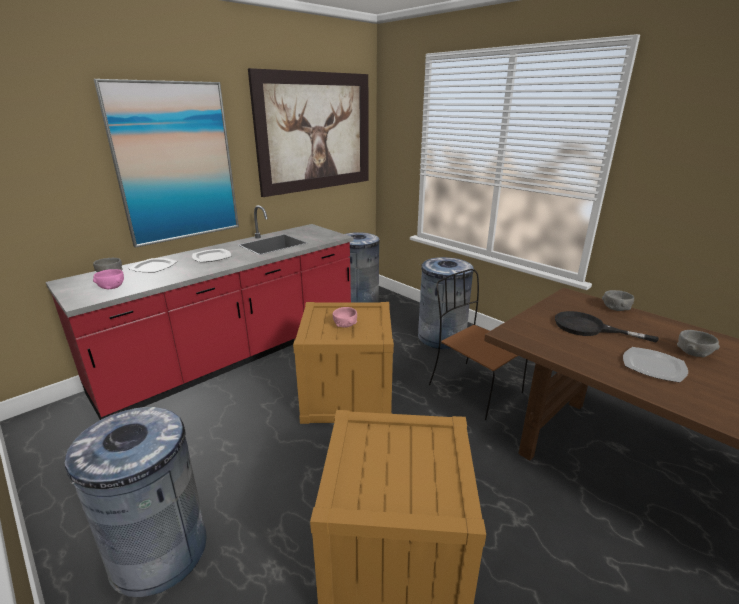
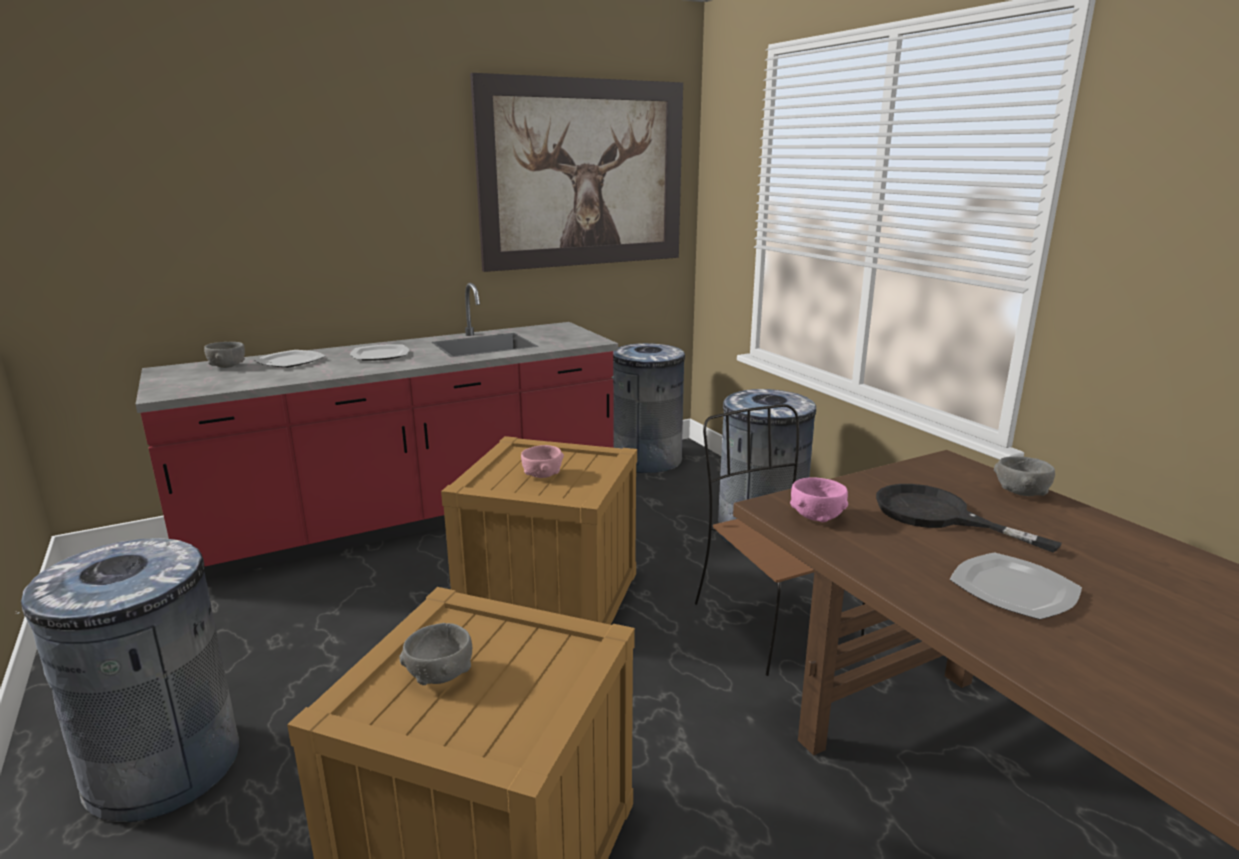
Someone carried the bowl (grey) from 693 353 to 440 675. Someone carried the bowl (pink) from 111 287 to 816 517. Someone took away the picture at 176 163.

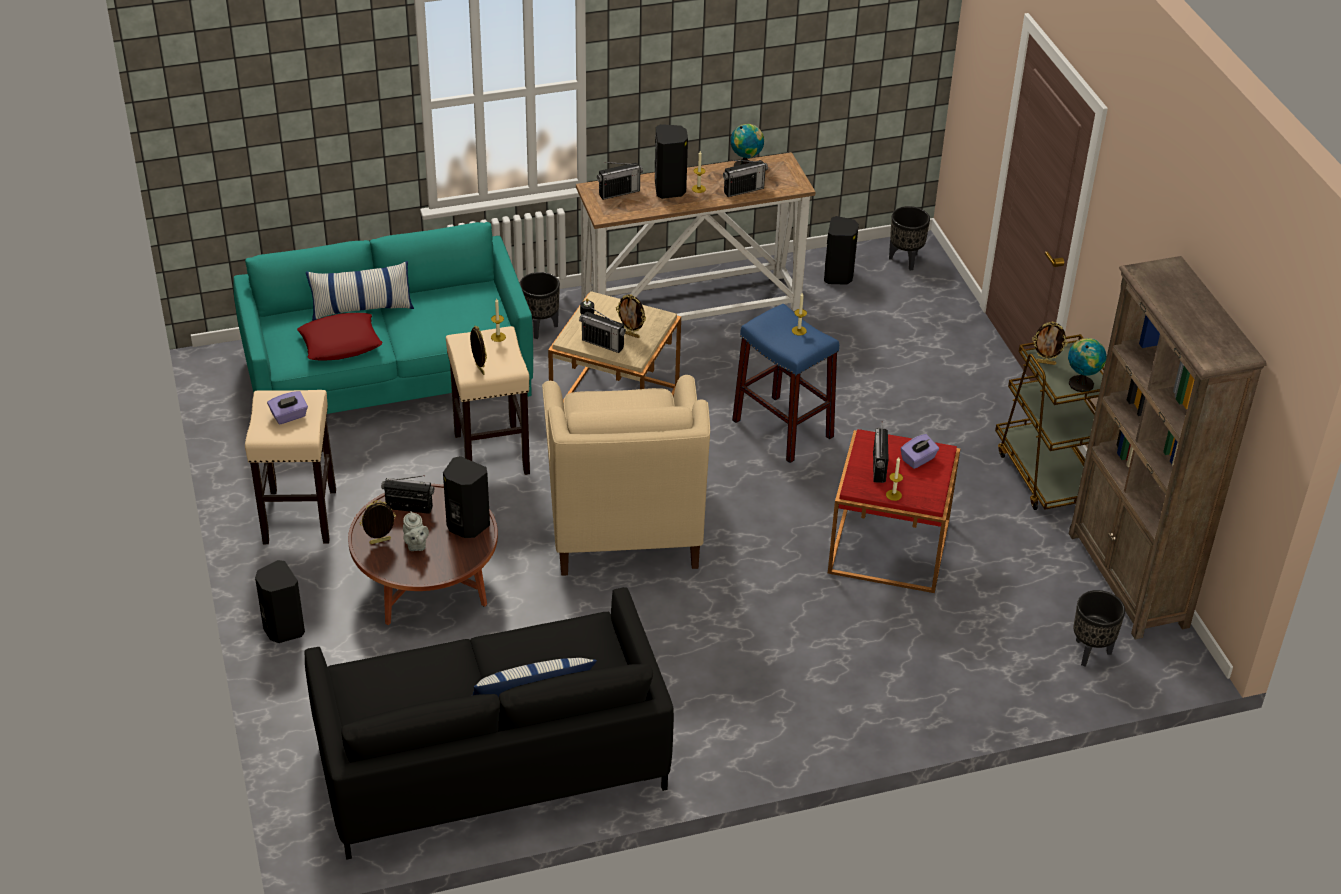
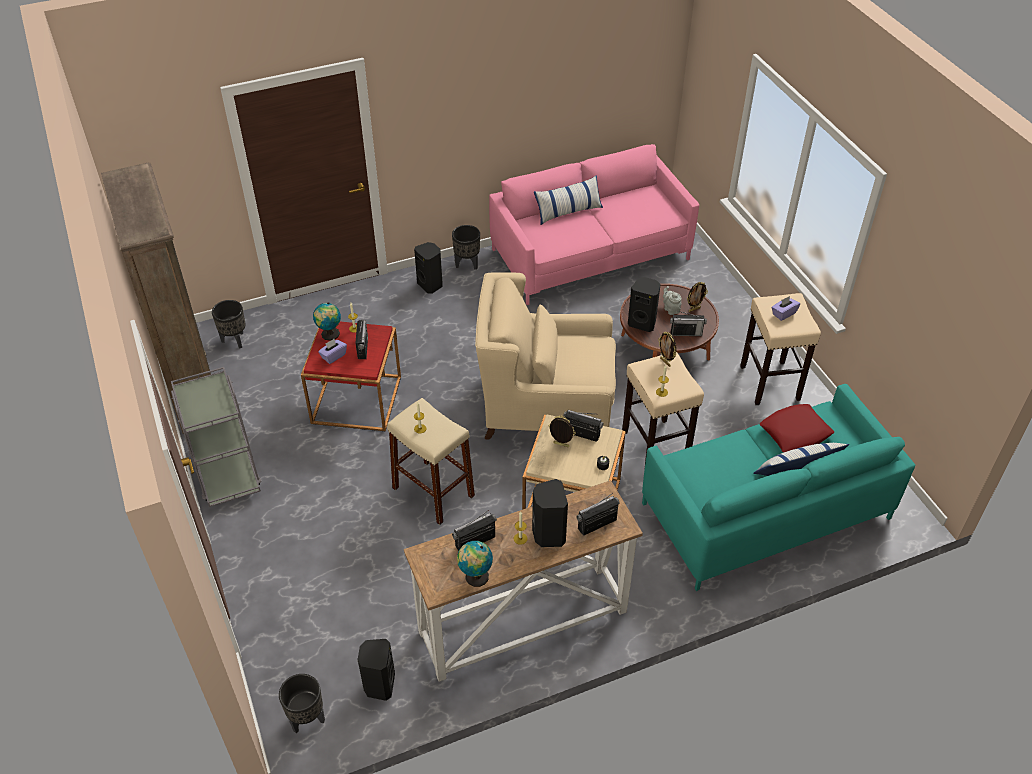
Someone repainted the cart (brown) at 1047 474, which became the cart (grey) at 226 470. Someone carried the globe from 1081 383 to 329 335. Someone repainted the stool (blue) at 782 429, which became the stool (beige) at 433 491. Someone carried the speaker (black) from 282 629 to 431 285. Someone carried the planter (black) from 540 328 to 467 264. Someone rotated the armchair (beige) at 623 515 by 75 degrees counterclockwise. Someone repainted the sofa (black) at 491 760, which became the sofa (pink) at 590 255. Someone took away the picture frame at 1045 362.

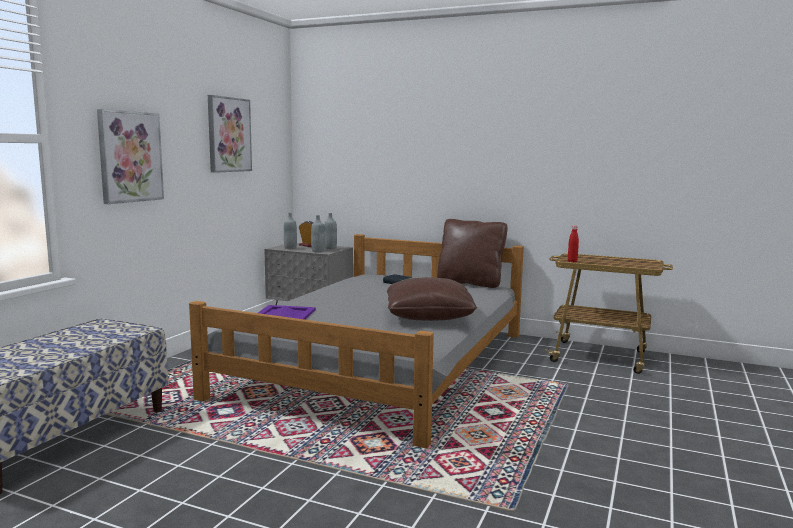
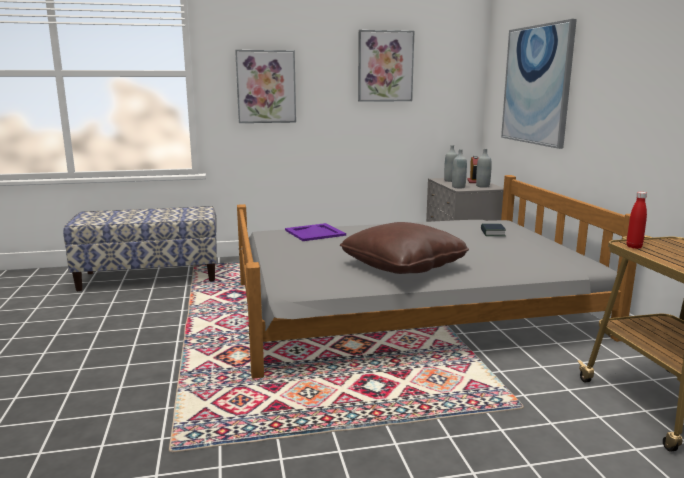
Someone put up the picture at 536 85. Someone took away the pillow (brown) at 470 283.

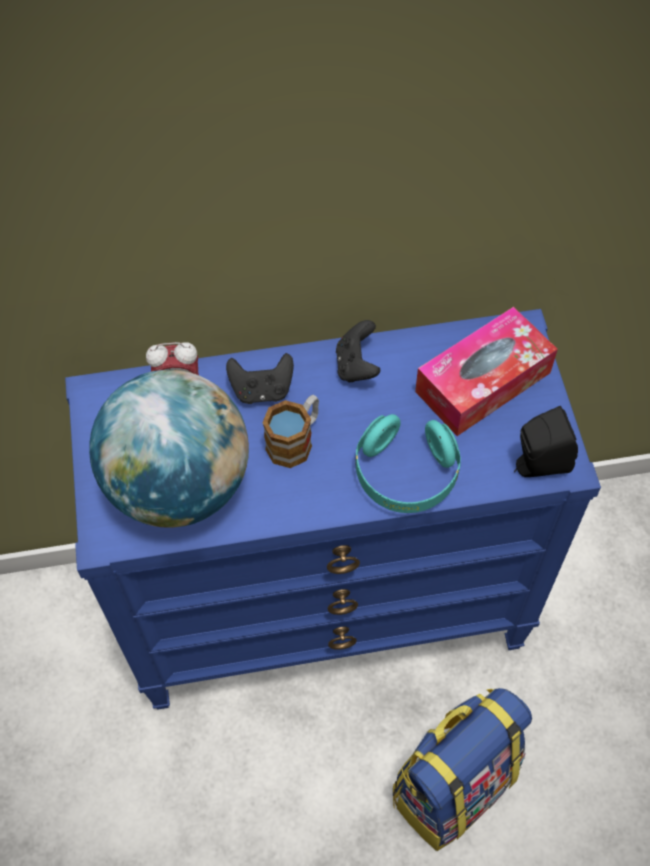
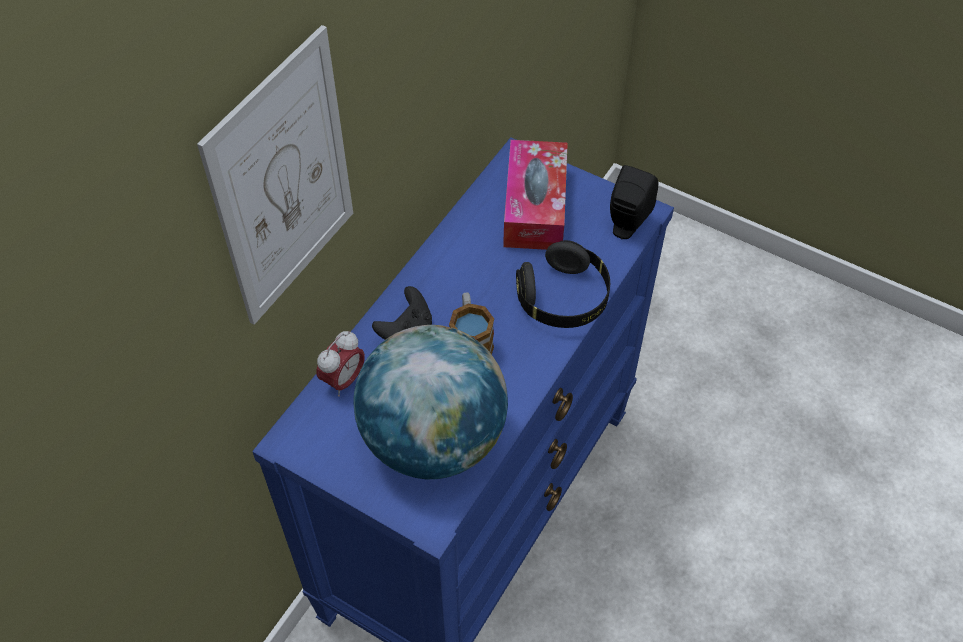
Someone put up the picture at 283 182. Someone repainted the headphones (turquoise) at 405 475, which became the headphones (black) at 563 299. Someone took away the game controller (black) at 356 365. Someone took away the backpack at 452 784.

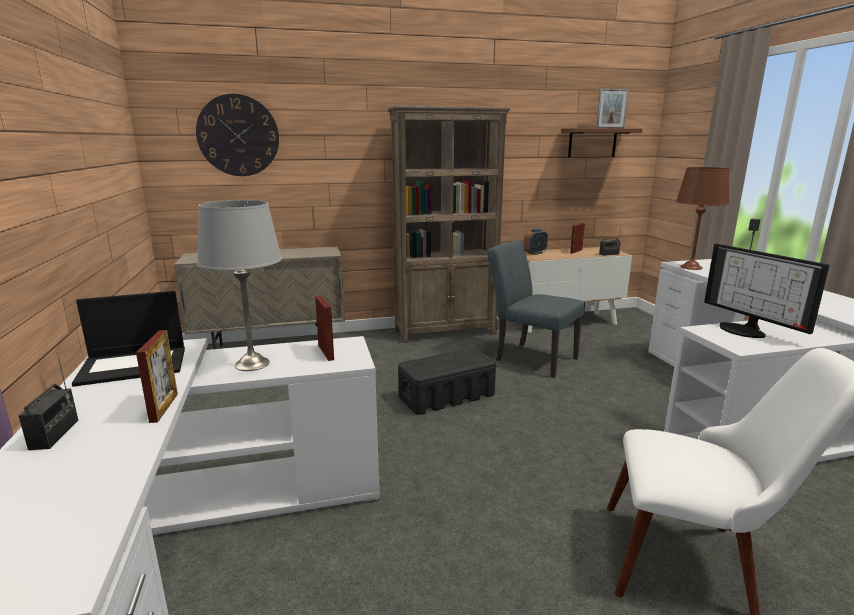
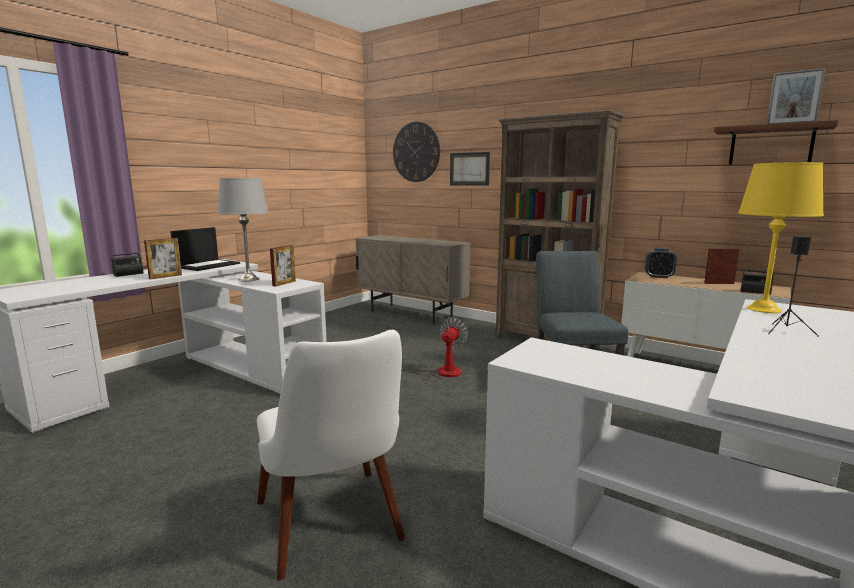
Someone rotated the laptop at 135 365 by 90 degrees counterclockwise. Someone swapped the storage box (black) at 446 396 for the fan at 440 373. Someone put up the picture at 469 169. Someone repainted the table lamp (brown) at 691 267, which became the table lamp (yellow) at 763 309. Someone took away the monitor at 745 330.

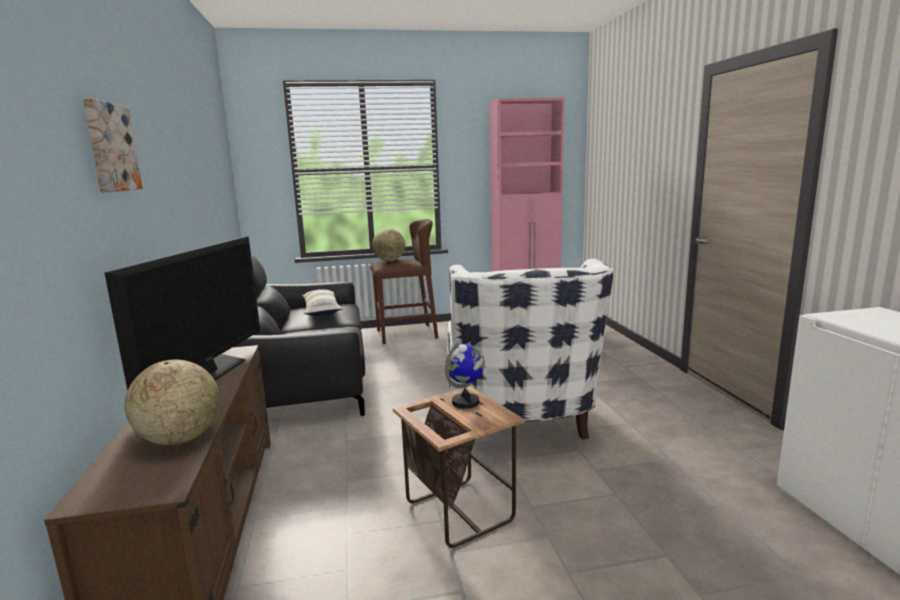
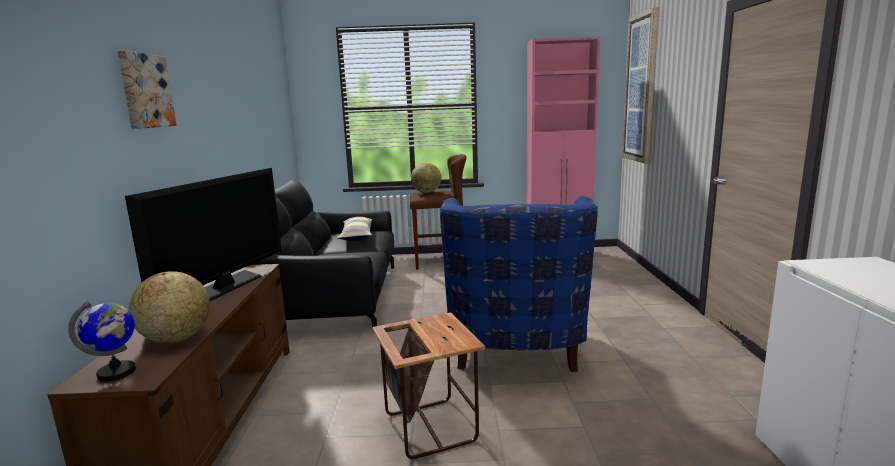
Someone carried the globe from 466 402 to 117 373. Someone repainted the armchair (white) at 520 426, which became the armchair (blue) at 515 354. Someone put up the picture at 641 88.

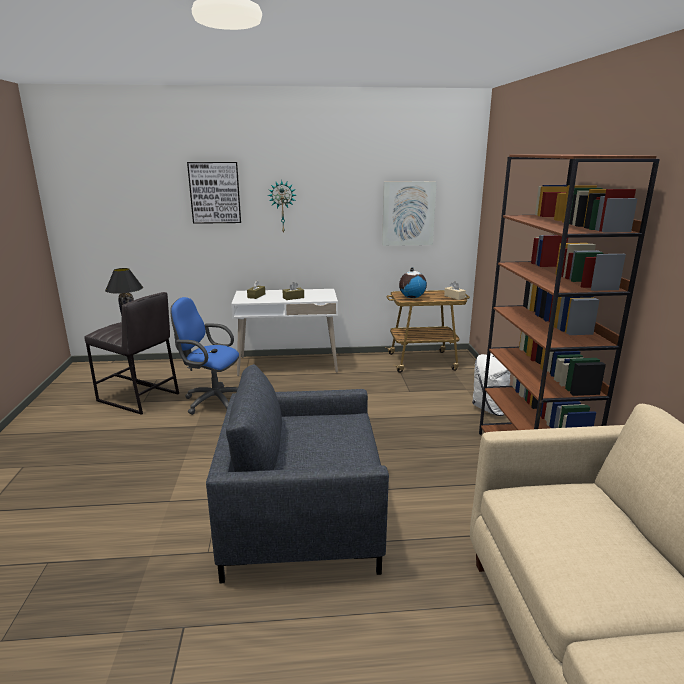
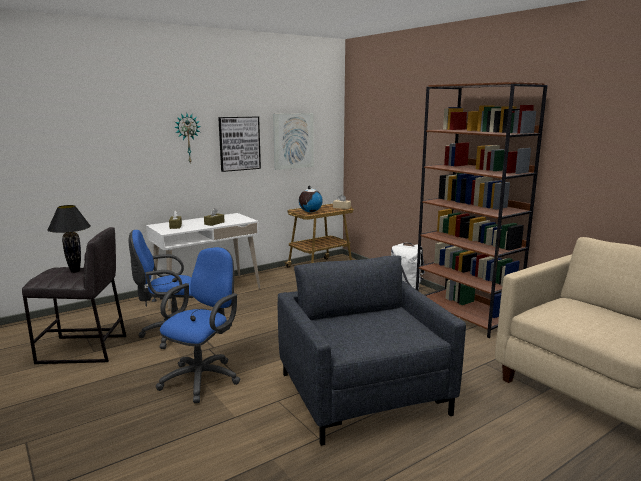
Someone put down the office chair (blue) at 203 378. Someone carried the picture from 215 193 to 239 143. Someone rotated the armchair (grey) at 301 520 by 105 degrees clockwise.

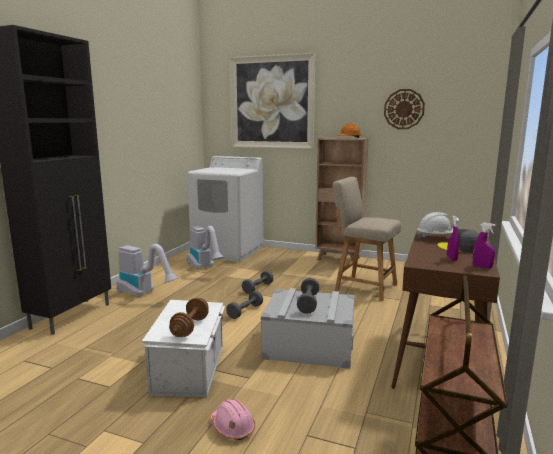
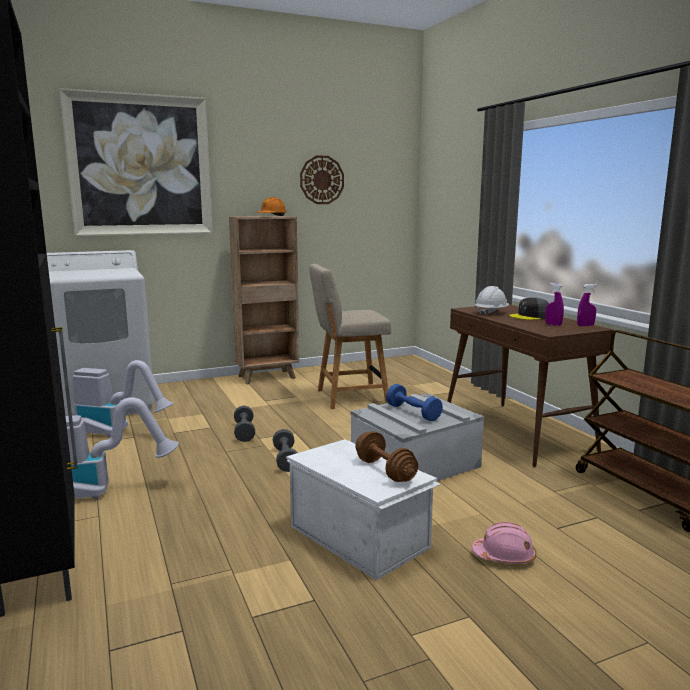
Someone repainted the dumbbell (grey) at 308 303, which became the dumbbell (blue) at 413 412.

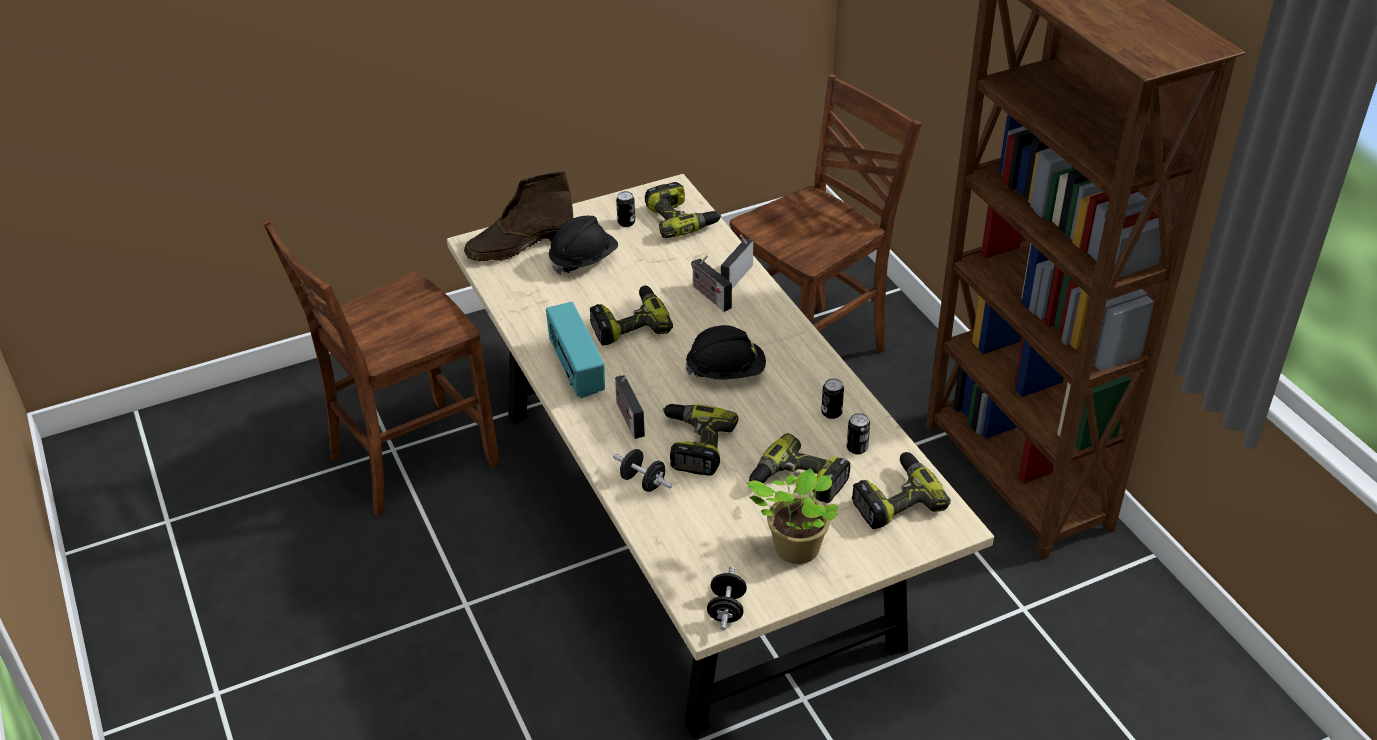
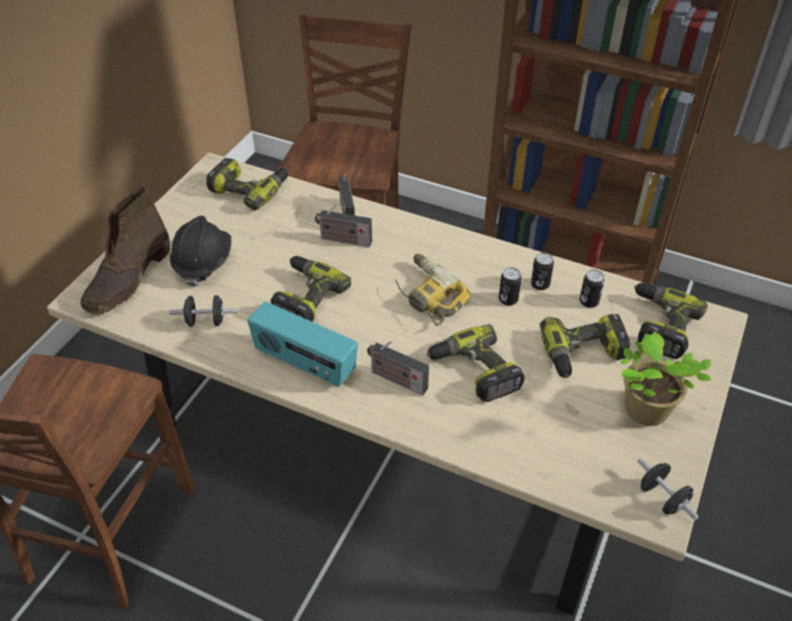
Someone carried the dumbbell (black) from 643 482 to 206 321. Someone swapped the hard hat (black) at 726 372 for the power drill at 427 295. Someone carried the can from 626 222 to 508 299.

